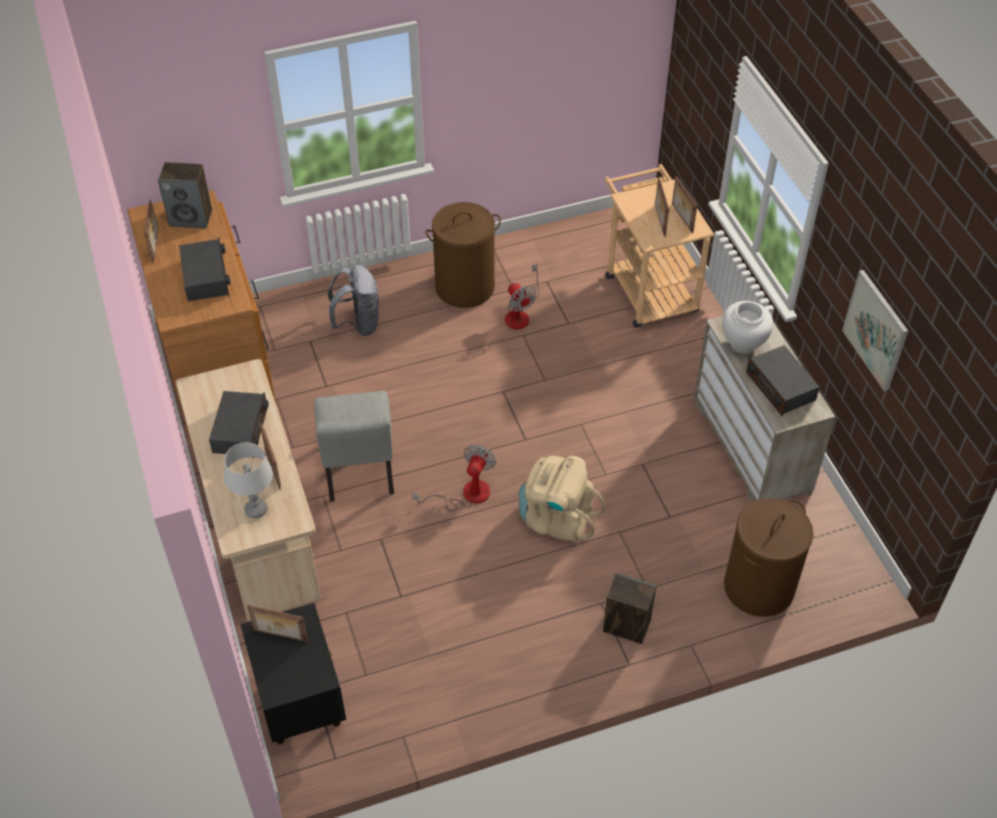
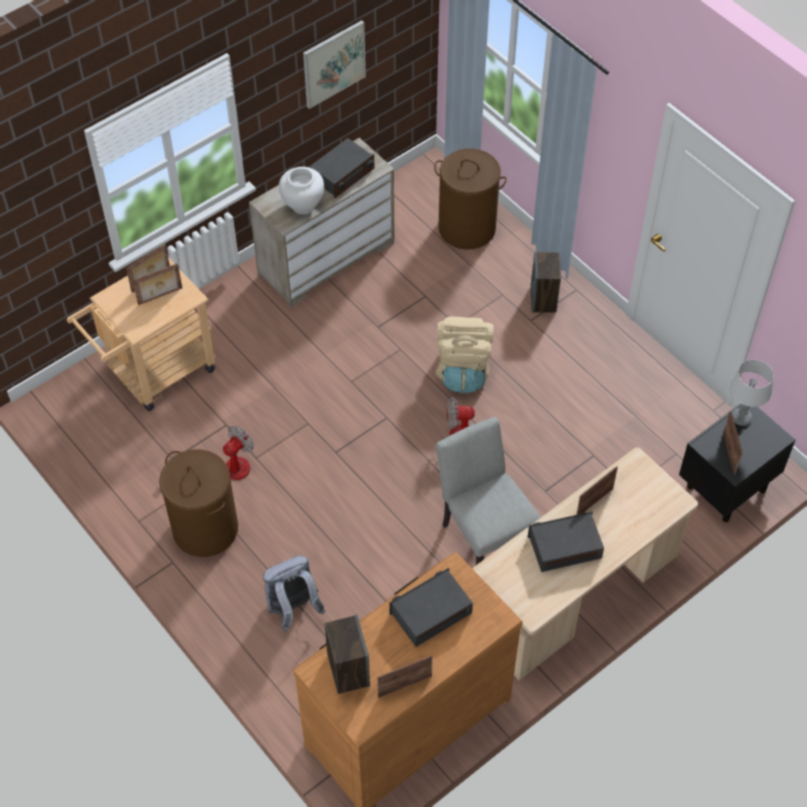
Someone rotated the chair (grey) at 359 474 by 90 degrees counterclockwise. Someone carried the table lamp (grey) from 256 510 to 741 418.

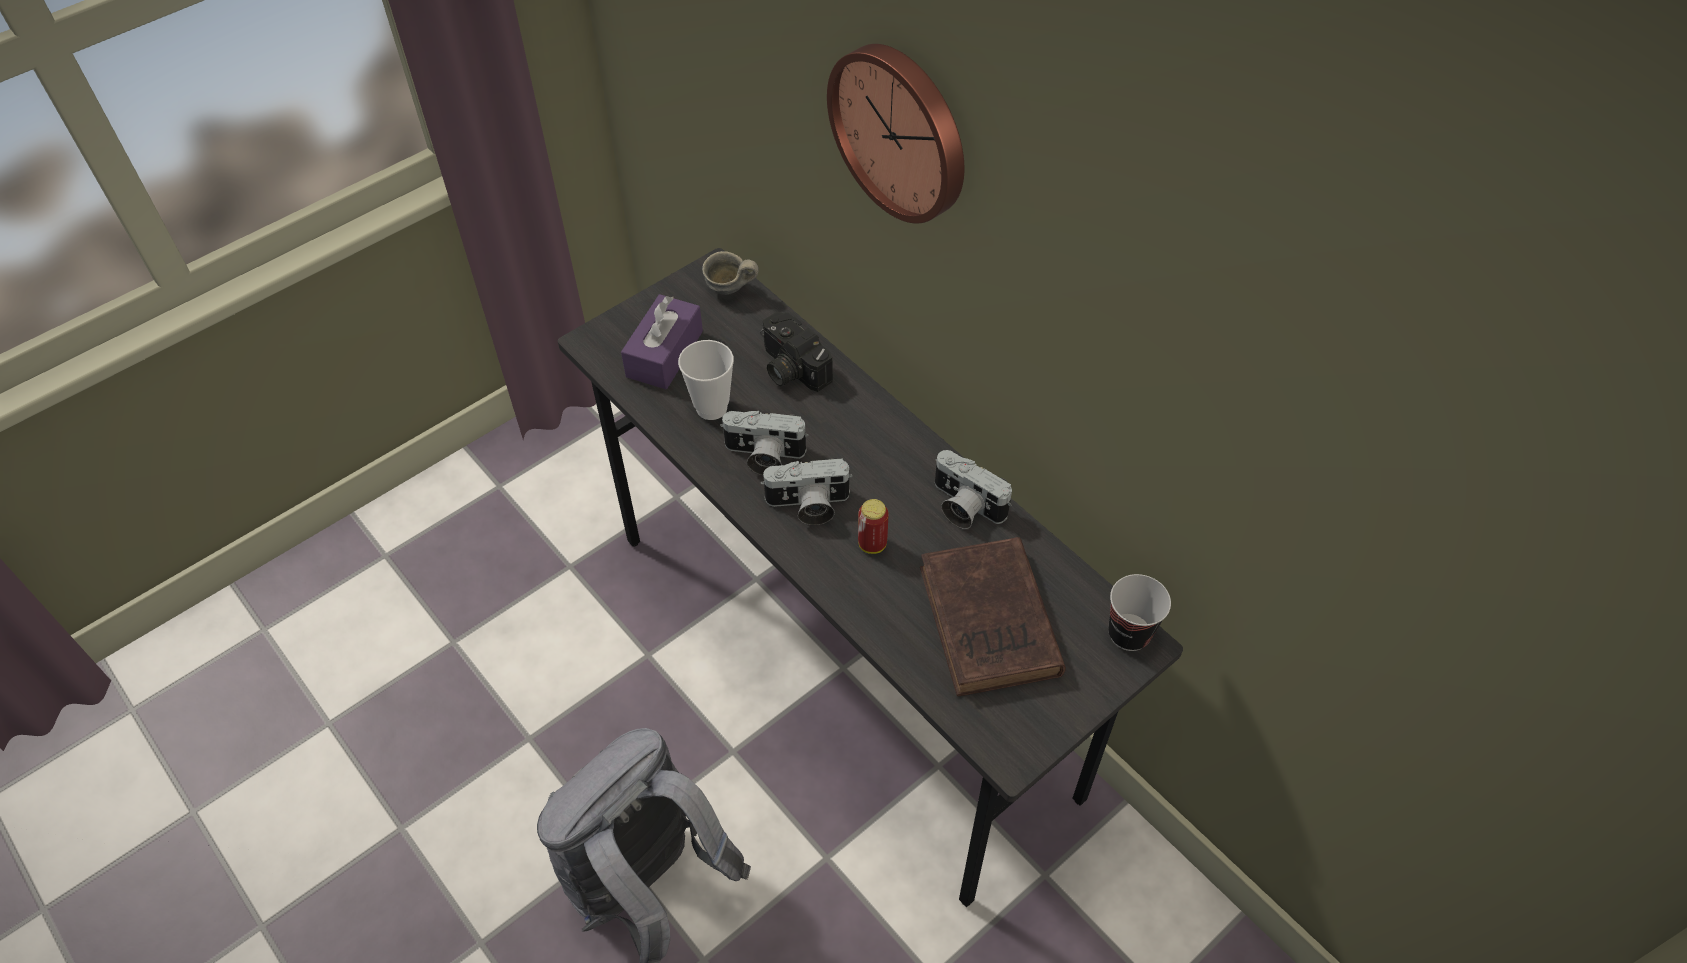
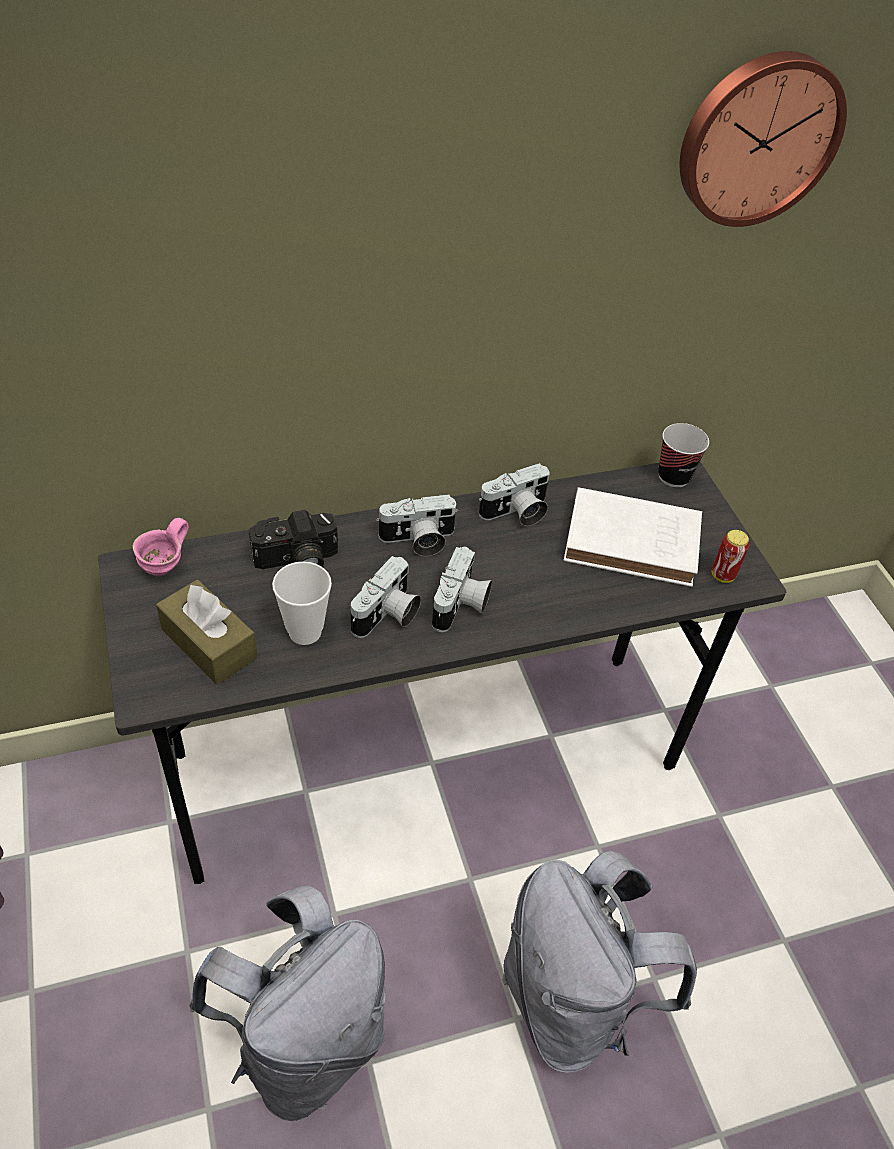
Someone repainted the mug (grey) at 729 292, which became the mug (pink) at 167 567. Someone repainted the tissue box (purple) at 664 354, which became the tissue box (brown) at 209 644. Someone put down the backpack (grey) at 304 1041. Someone put down the photo camera at 418 541. Someone repainted the book (brown) at 990 625, which became the book (white) at 635 543. Someone carried the wall clock from 902 131 to 757 138. Someone carried the can from 872 544 to 722 575.

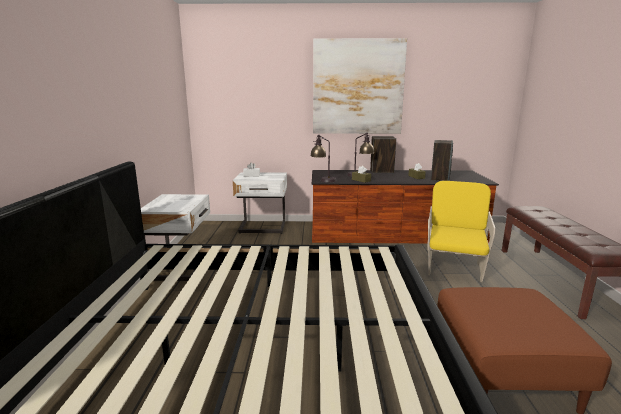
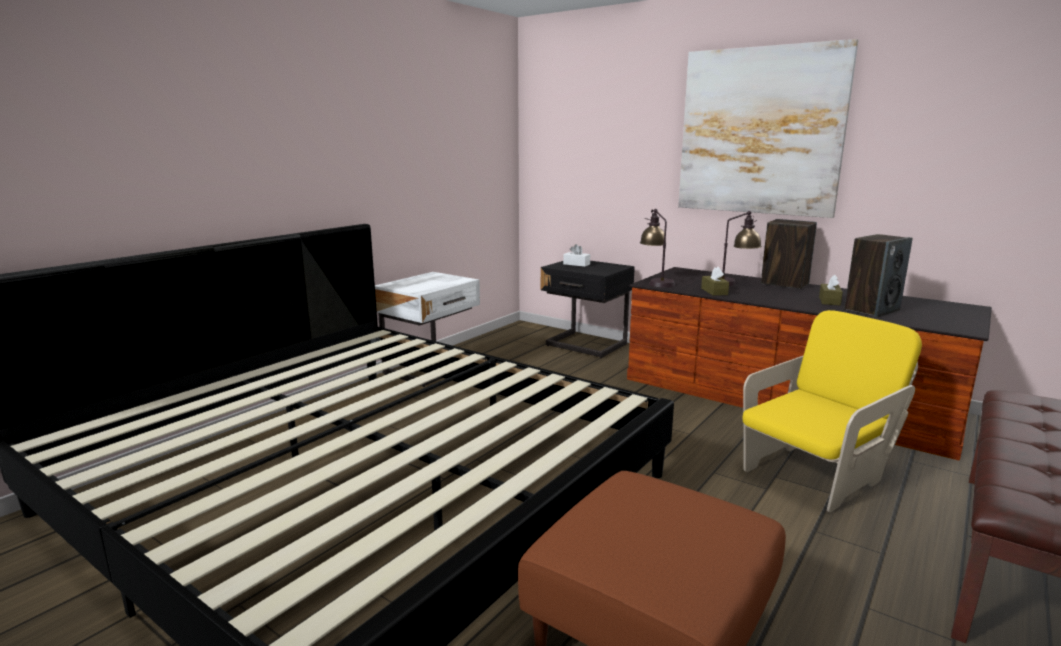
Someone repainted the nightstand (white) at 263 228, which became the nightstand (black) at 585 346.

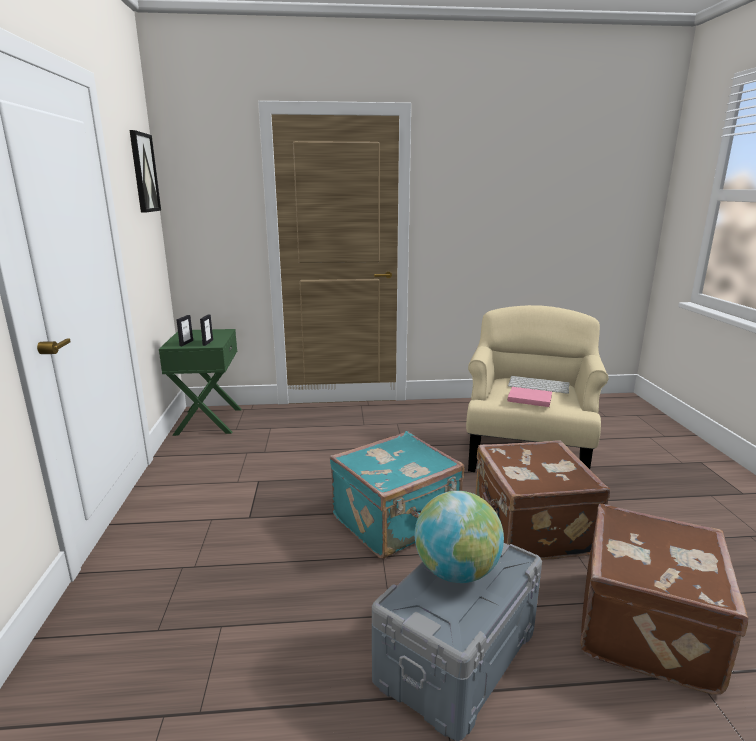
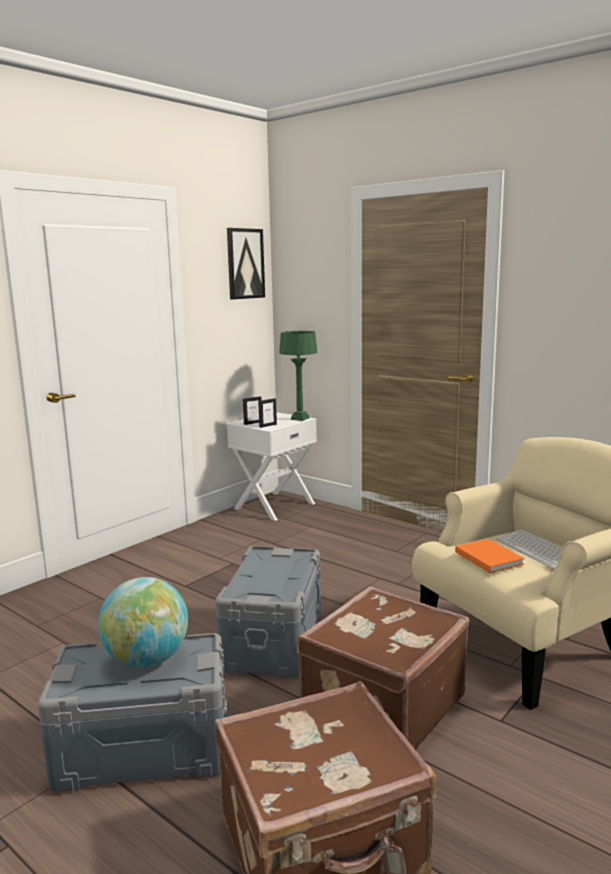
Someone swapped the suitcase (turquoise) at 397 522 for the storage box (grey) at 275 640. Someone repainted the nightstand (green) at 207 421, which became the nightstand (white) at 274 505. Someone put down the table lamp (green) at 299 418. Someone repainted the book (pink) at 528 398, which became the book (orange) at 488 557.

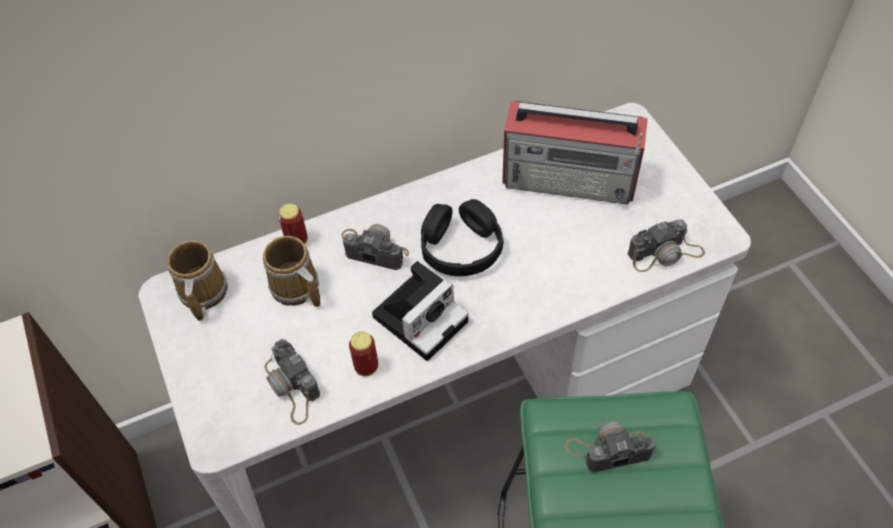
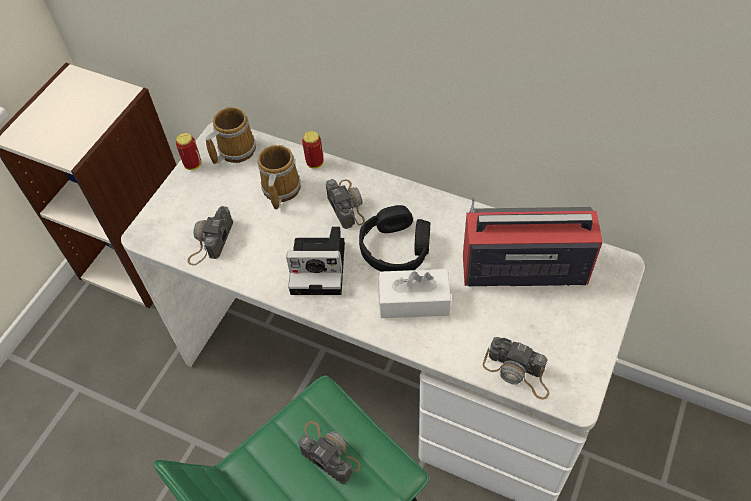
Someone carried the can from 366 367 to 193 165. Someone put down the tissue box (white) at 414 301. Someone rotated the radio at 571 179 by 120 degrees clockwise.

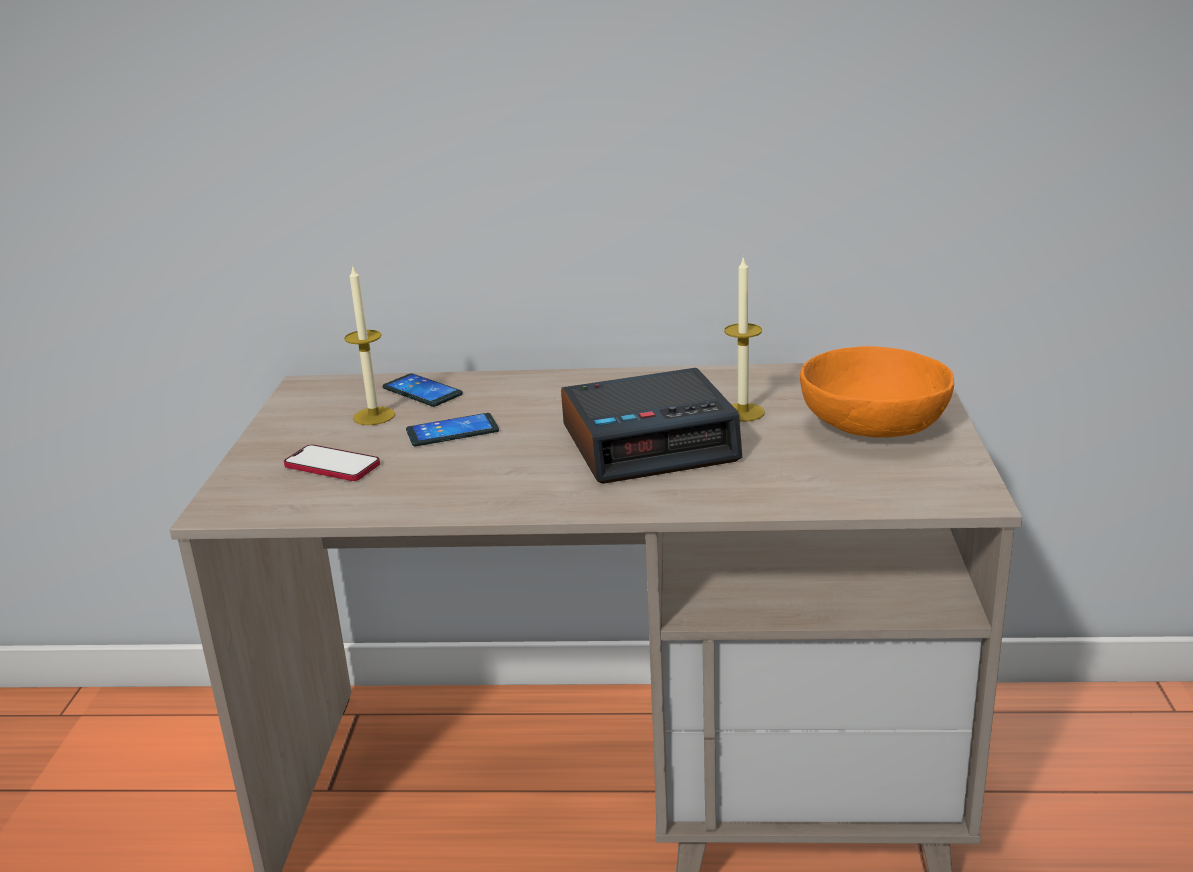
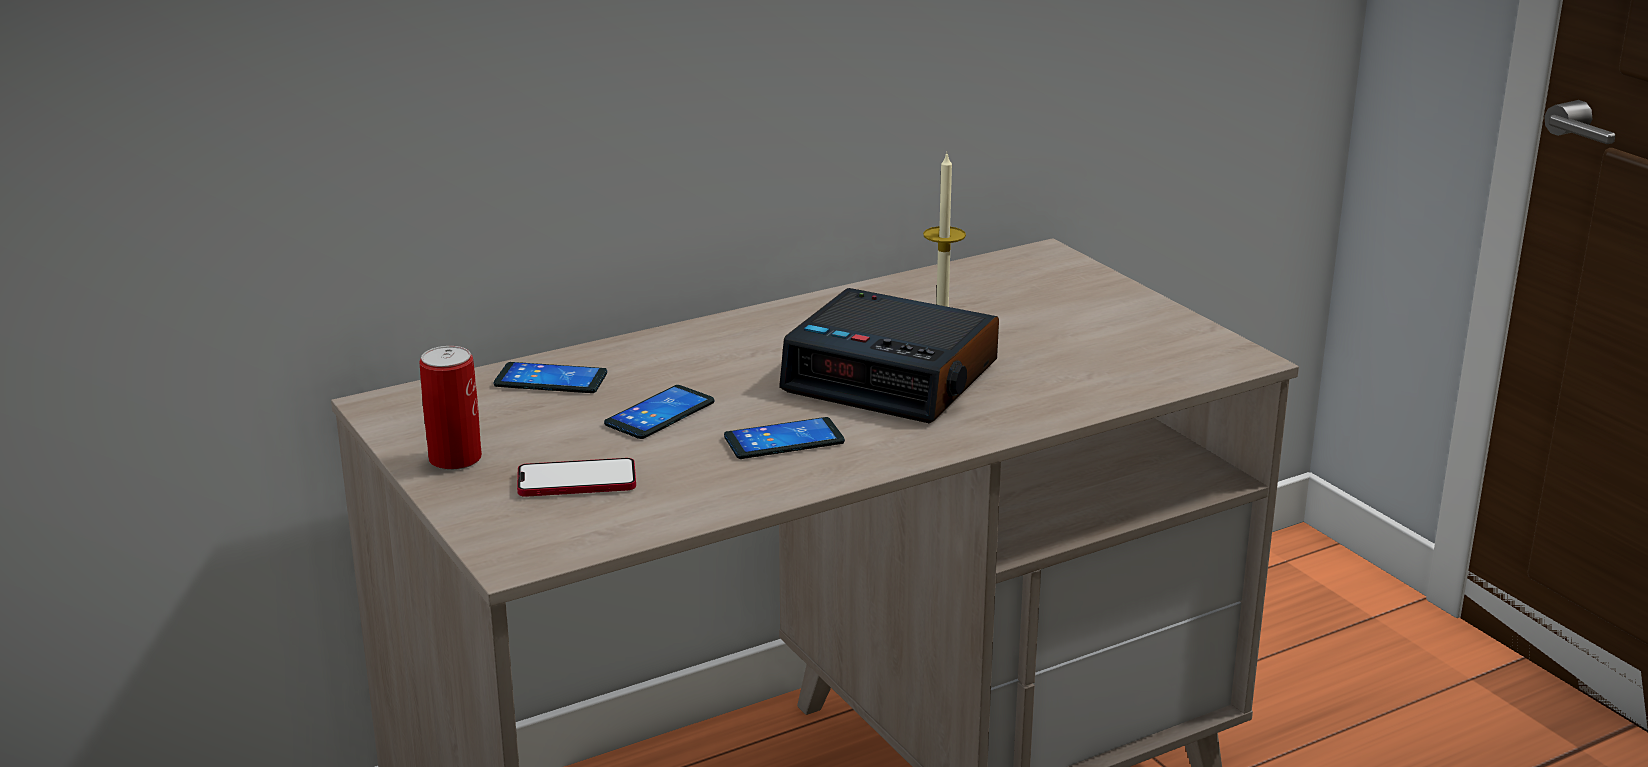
Someone put down the can at 455 459. Someone put down the phone at 784 440. Someone rotated the alarm clock at 650 442 by 75 degrees clockwise. Someone took away the candle at 374 416. Someone took away the bowl (orange) at 874 425.

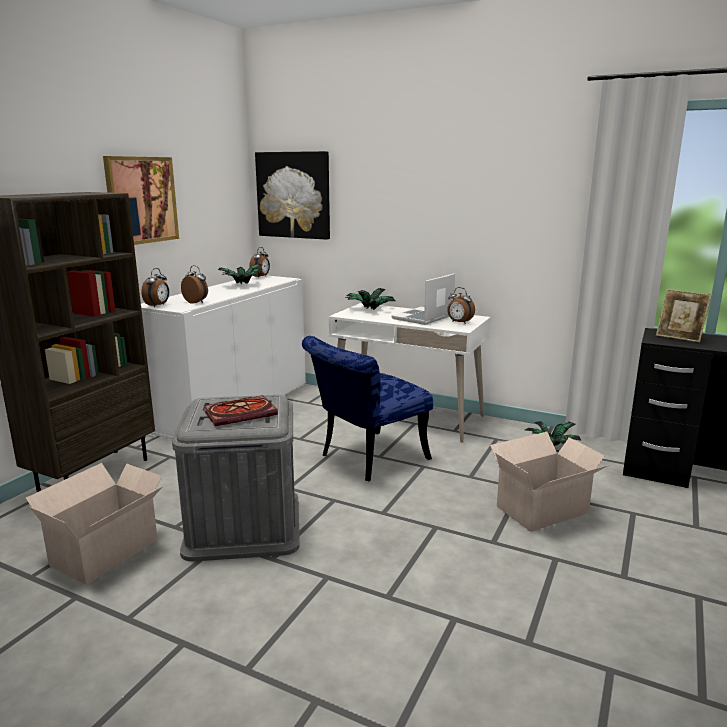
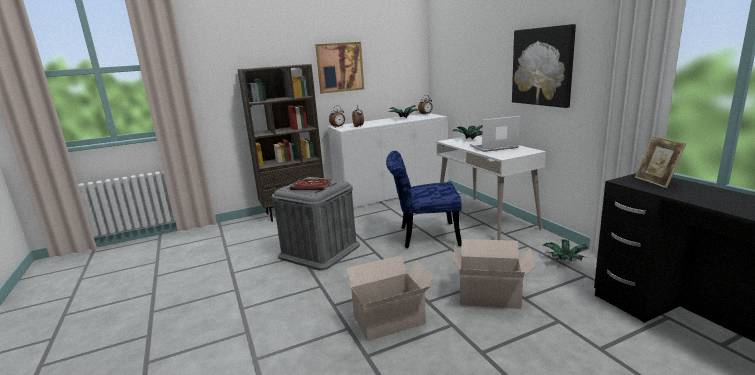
Someone carried the cardboard box from 108 551 to 391 320. Someone carried the picture from 294 195 to 542 66. Someone took away the alarm clock at 459 322.

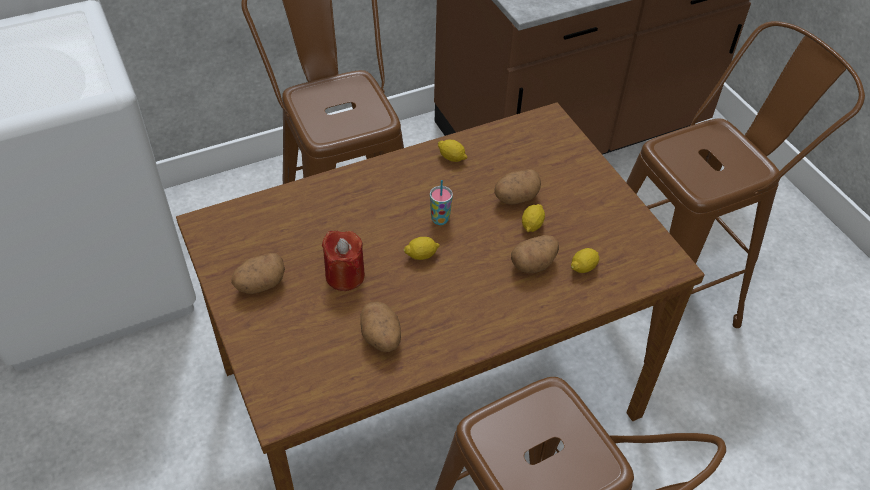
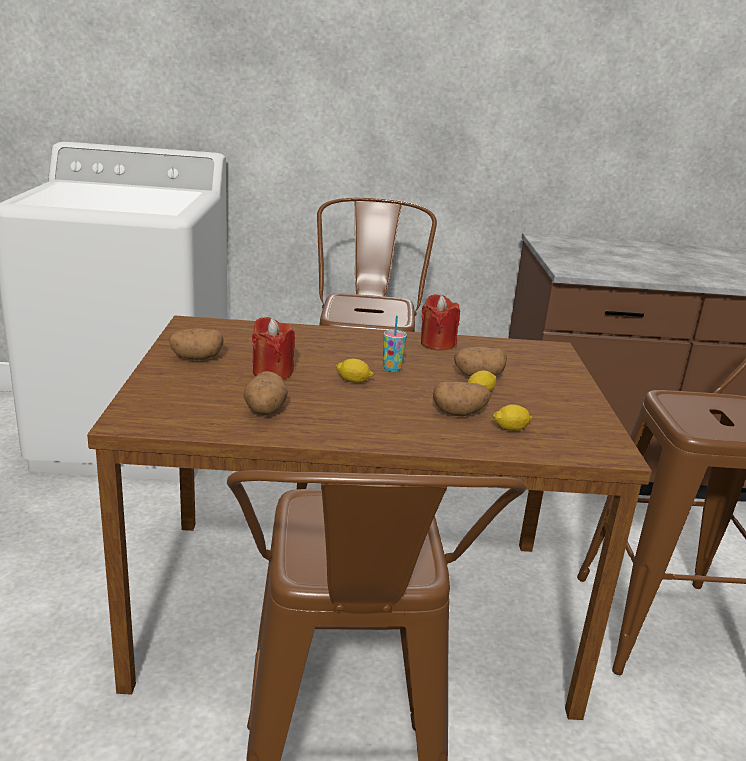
Someone swapped the lemon at 452 157 for the candle (red) at 437 344.

